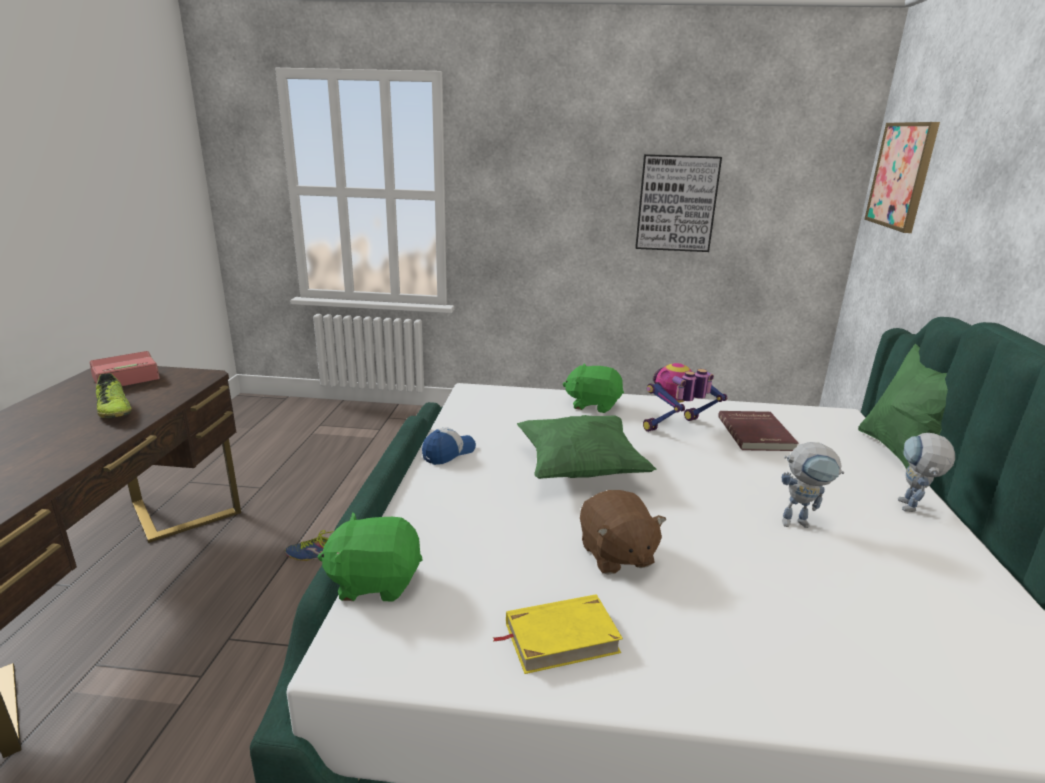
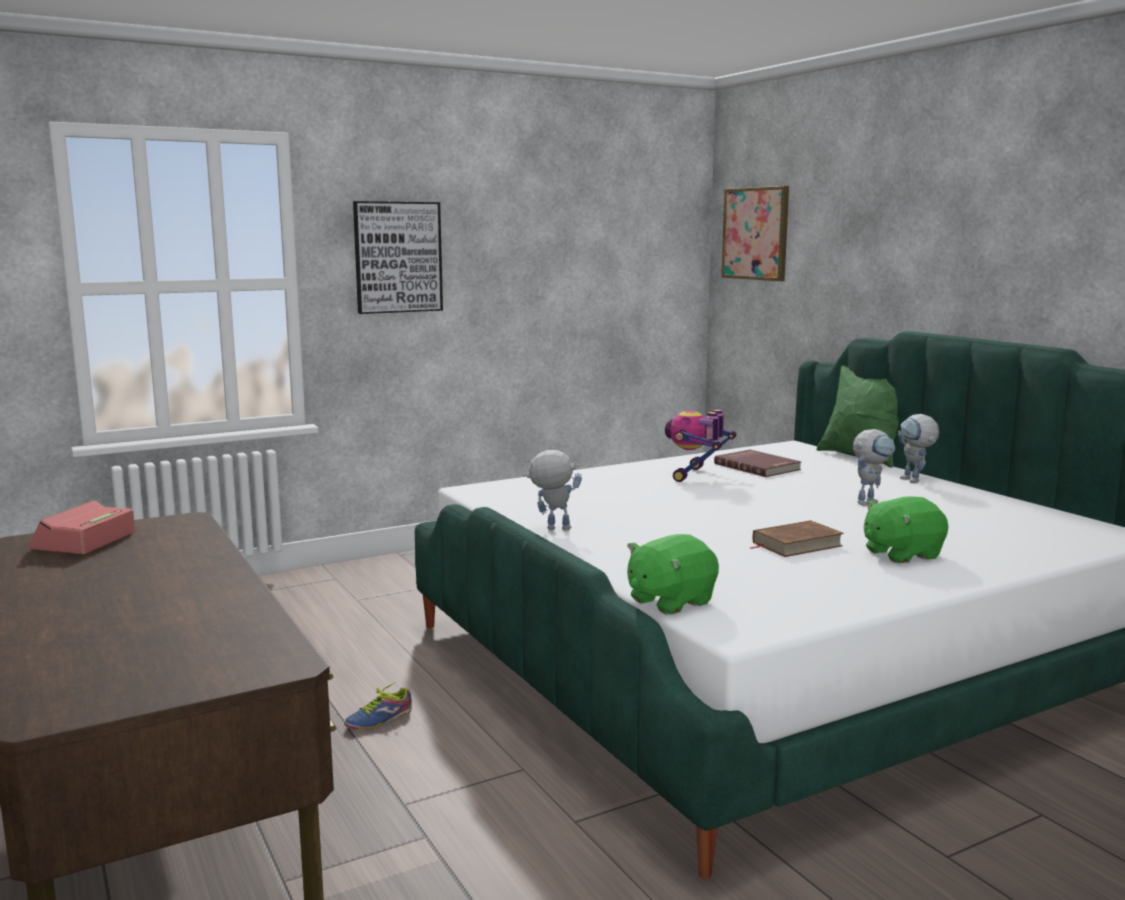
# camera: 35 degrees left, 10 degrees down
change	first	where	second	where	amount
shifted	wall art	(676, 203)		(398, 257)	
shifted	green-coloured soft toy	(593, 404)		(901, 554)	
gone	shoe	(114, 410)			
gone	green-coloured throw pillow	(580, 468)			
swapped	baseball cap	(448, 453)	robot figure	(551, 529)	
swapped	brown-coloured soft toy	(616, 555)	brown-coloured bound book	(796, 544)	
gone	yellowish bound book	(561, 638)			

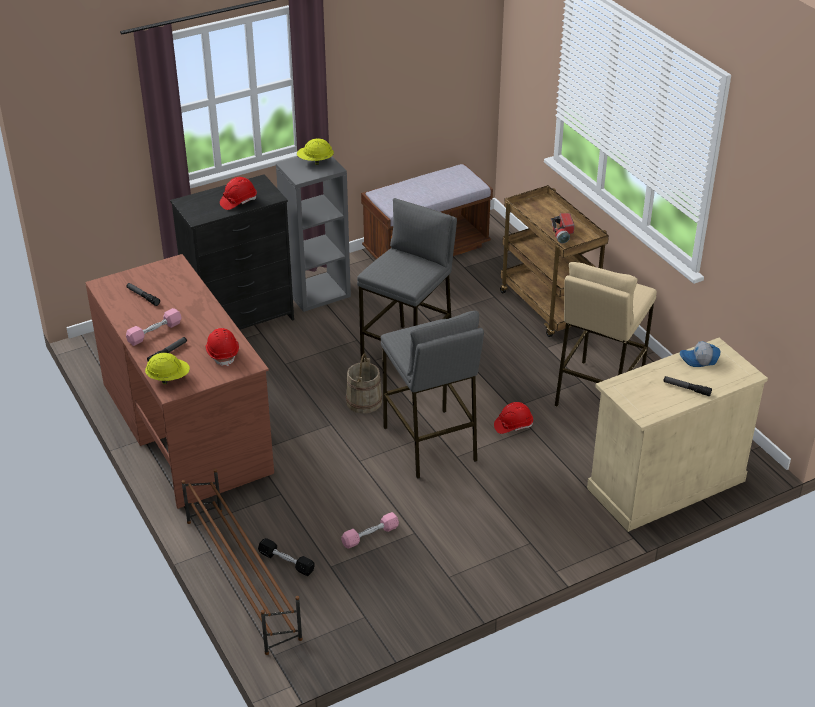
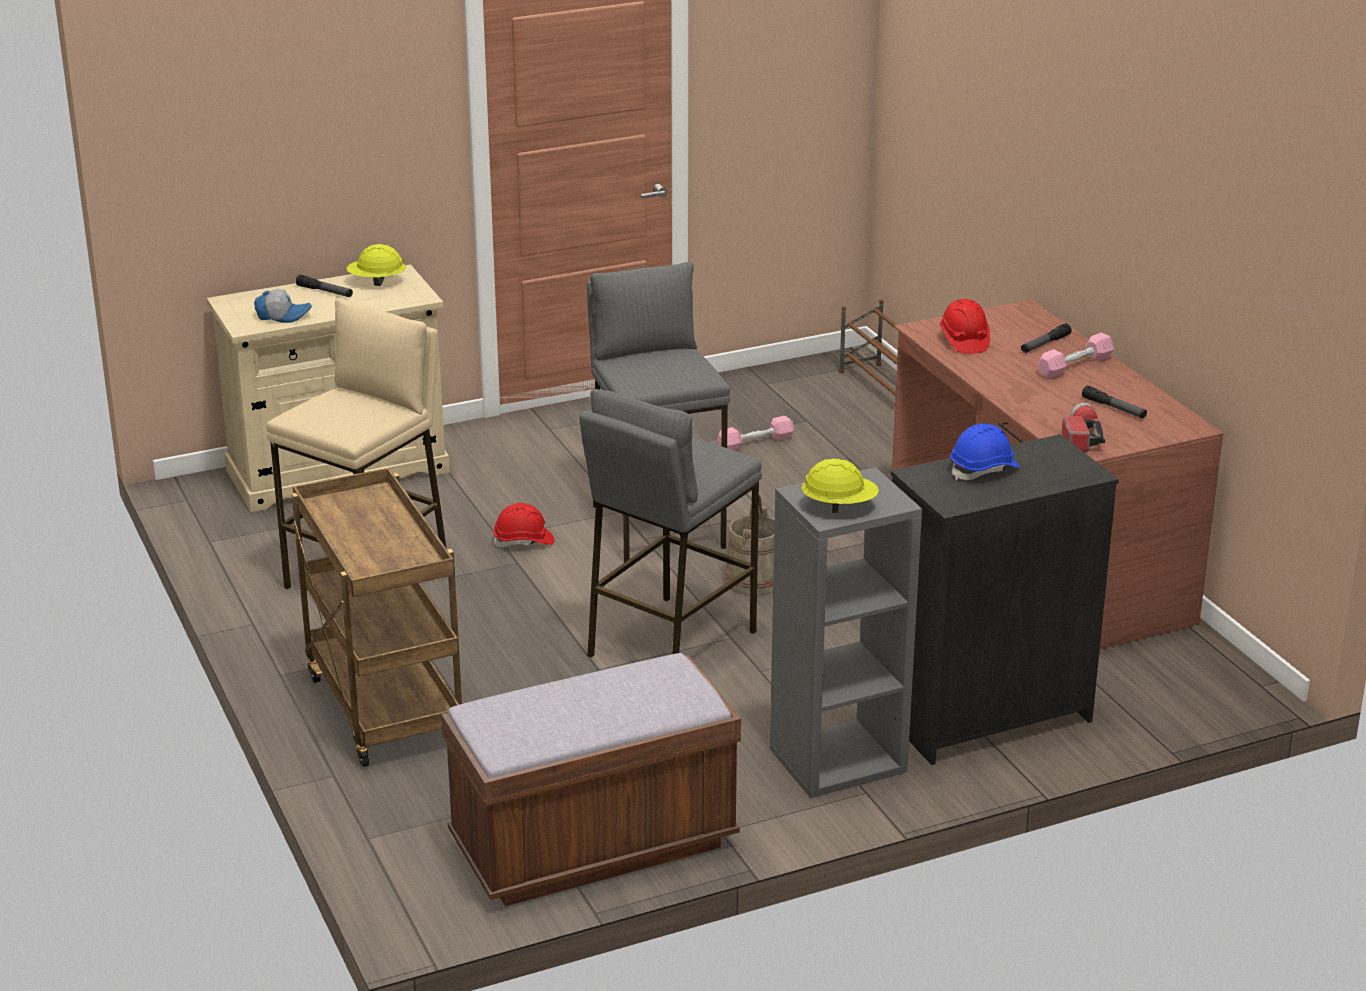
# camera: 175 degrees left, 10 degrees down
change	first	where	second	where	amount
repainted	reddish hard hat	(238, 201)	bluish hard hat	(984, 470)	
shifted	flashlight	(562, 233)		(1081, 438)	
shifted	yellowish hard hat	(168, 378)		(377, 282)	
gone	black hand weight	(286, 562)			

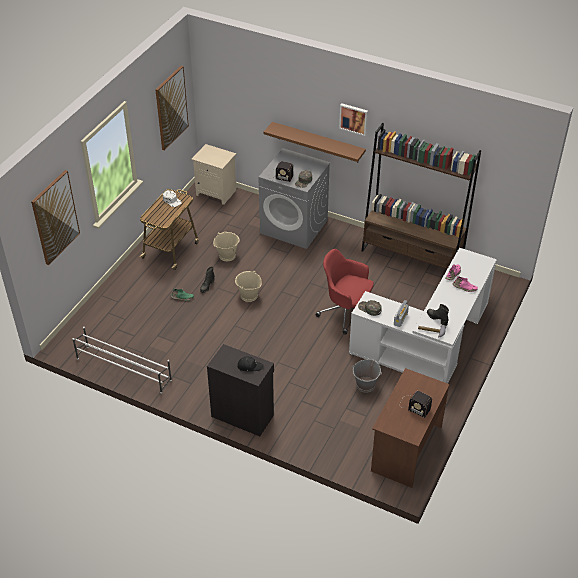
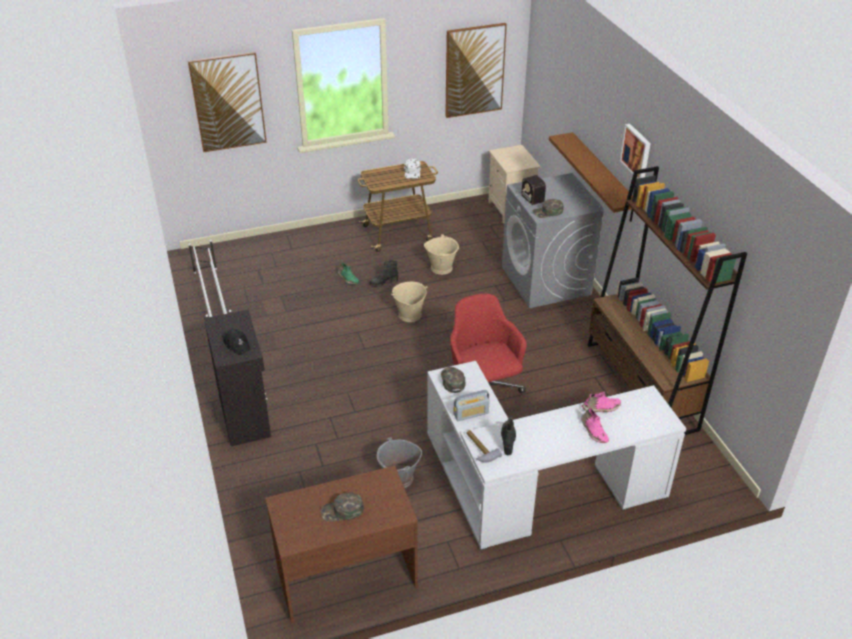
# camera: 45 degrees right, 5 degrees down
change	first	where	second	where	amount
swapped	radio receiver	(413, 405)	green-coloured baseball cap	(342, 511)	

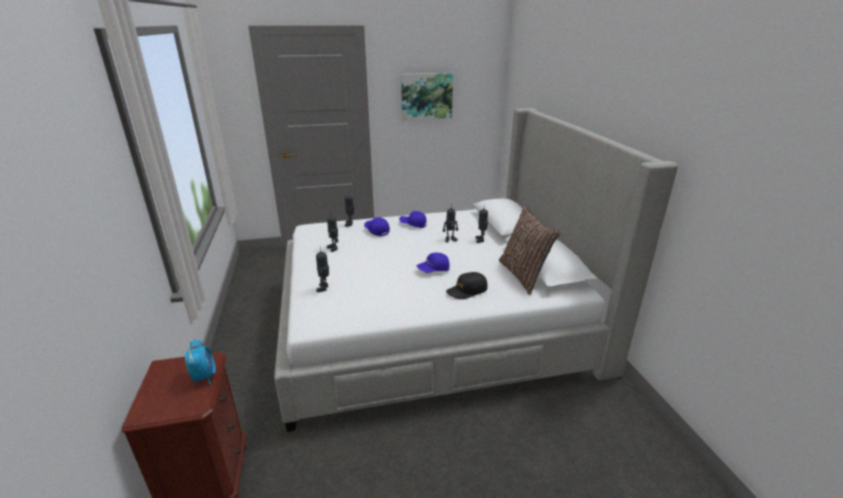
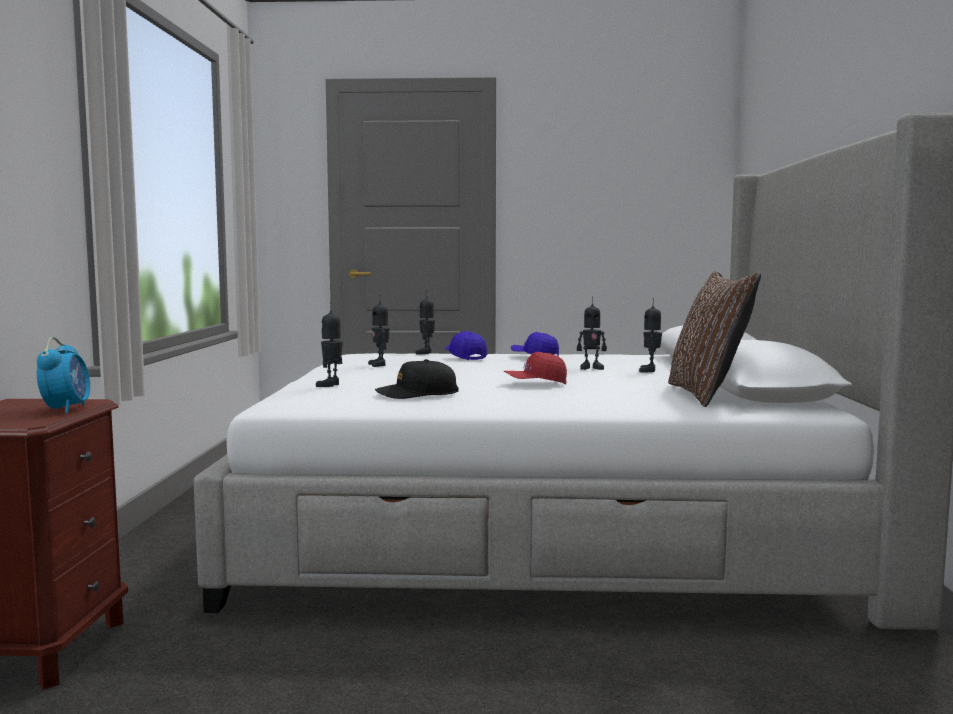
# camera: 15 degrees right, 20 degrees down
change	first	where	second	where	amount
gone	wall art	(426, 96)			
repainted	bluish baseball cap	(433, 270)	reddish baseball cap	(536, 384)	
shifted	black baseball cap	(467, 291)		(417, 394)	

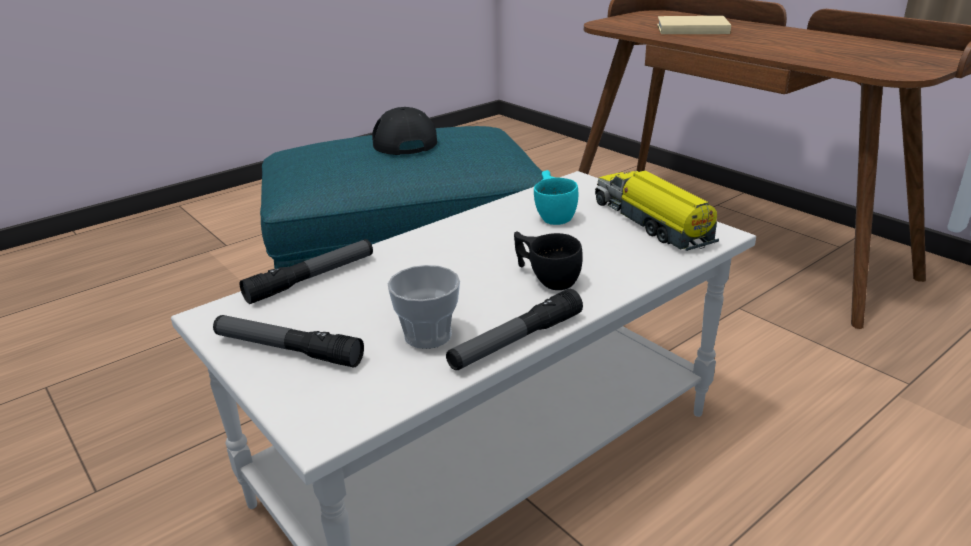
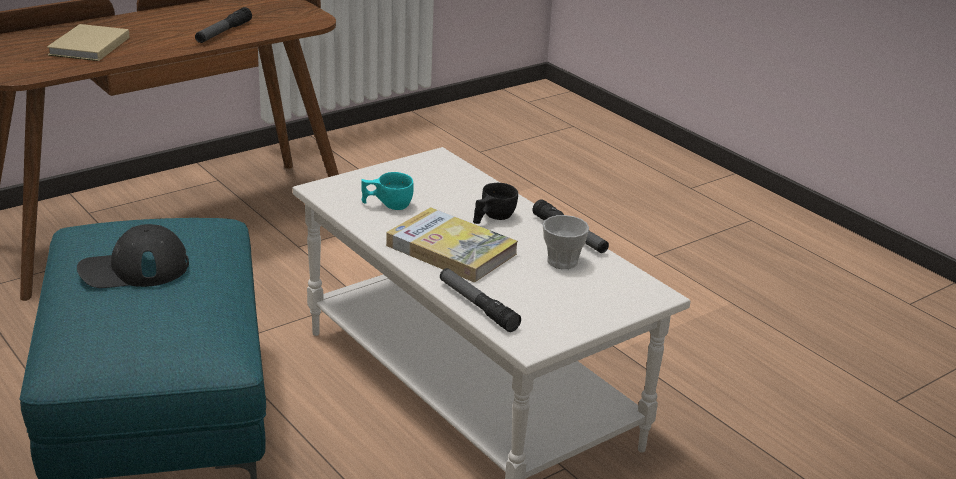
# camera: 90 degrees left, 0 degrees up
change	first	where	second	where	amount
gone	toy lorry	(652, 223)			
shifted	flashlight	(287, 350)		(223, 32)	
new			bound book	(451, 250)	

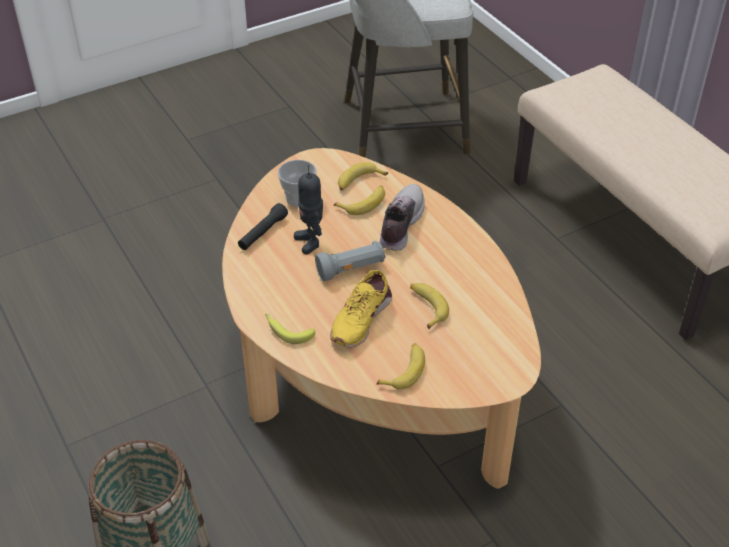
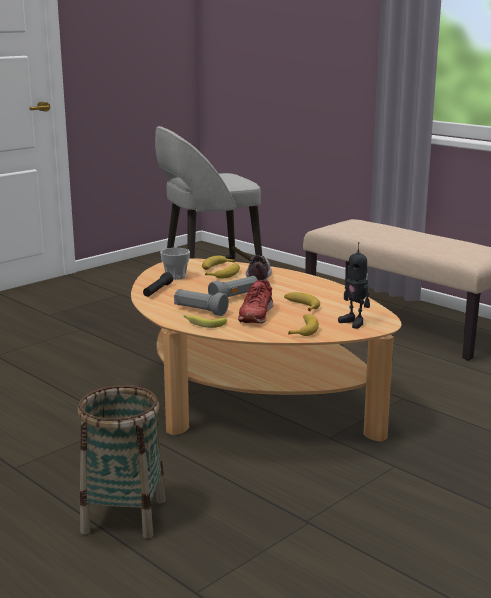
# camera: 15 degrees left, 25 degrees down
change	first	where	second	where	amount
shifted	robot figure	(310, 242)		(354, 322)	
repainted	yellowish shoe	(360, 319)	reddish shoe	(255, 314)	
new			greyish flashlight	(200, 311)	

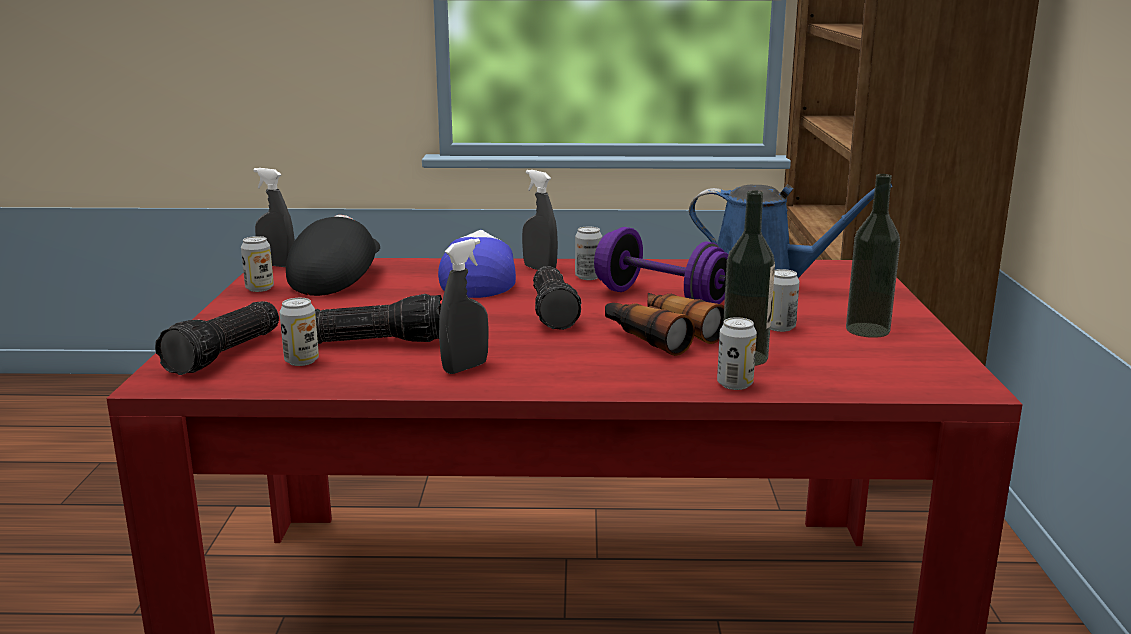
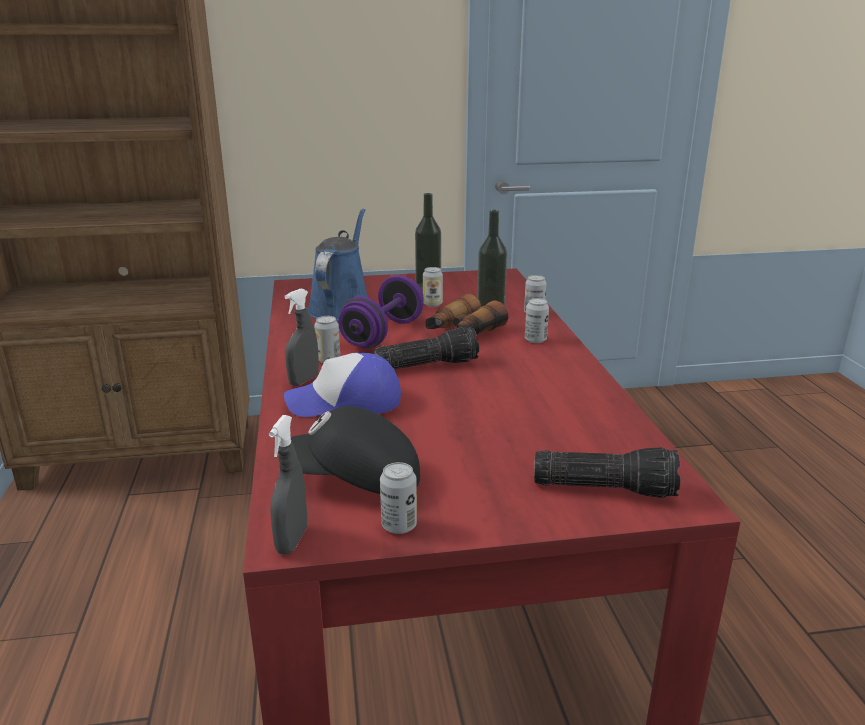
# camera: 100 degrees left, 5 degrees up
change	first	where	second	where	amount
gone	greyish hand sprayer	(465, 368)			
gone	flashlight	(378, 340)			
shifted	can	(301, 361)		(535, 340)	

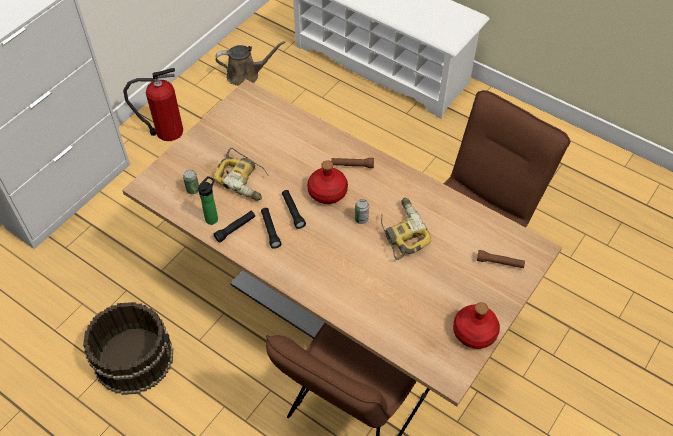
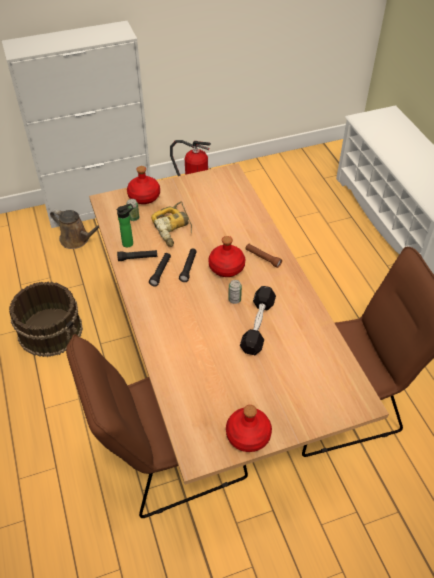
# camera: 35 degrees right, 5 degrees down
change	first	where	second	where	amount
shifted	brown-coloured watering can	(246, 75)		(77, 239)	
swapped	power drill	(402, 232)	black hand weight	(258, 326)	
gone	brown-coloured flashlight	(500, 263)			
new			reddish bottle	(144, 197)	

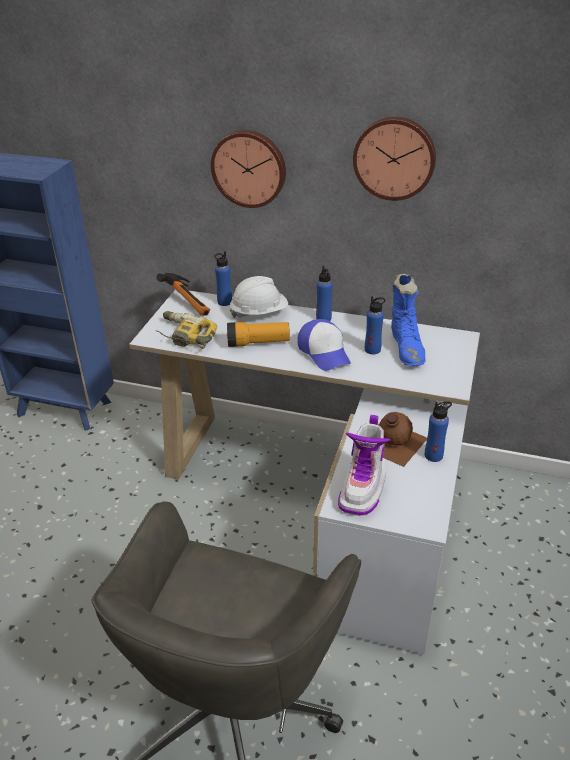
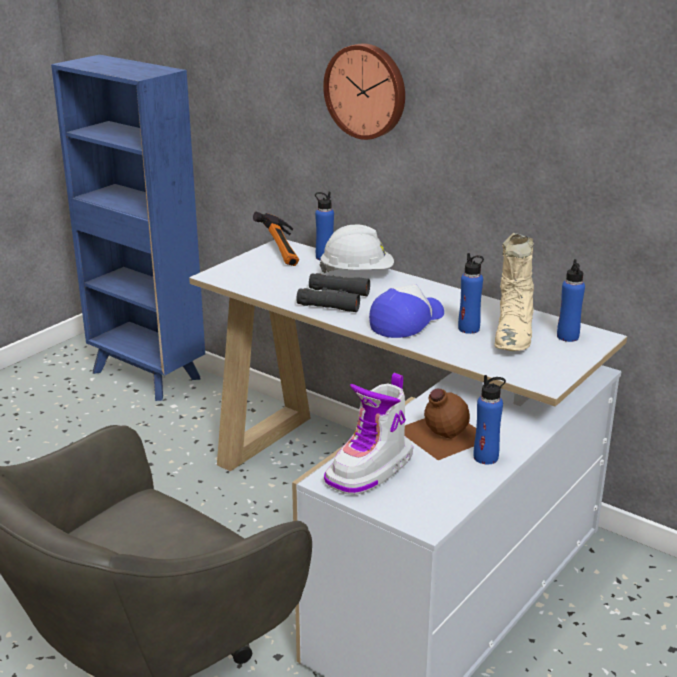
# camera: 20 degrees right, 10 degrees down
change	first	where	second	where	amount
gone	clock on the wall	(394, 158)			
shifted	bluish bottle	(323, 318)		(567, 337)	
repainted	bluish tall boot	(407, 348)	beige tall boot	(514, 335)	
gone	power drill	(184, 336)			
rotated	baseball cap	(324, 352)		(406, 321)	135 degrees counterclockwise
swapped	flashlight	(258, 343)	black binoculars	(333, 300)	

